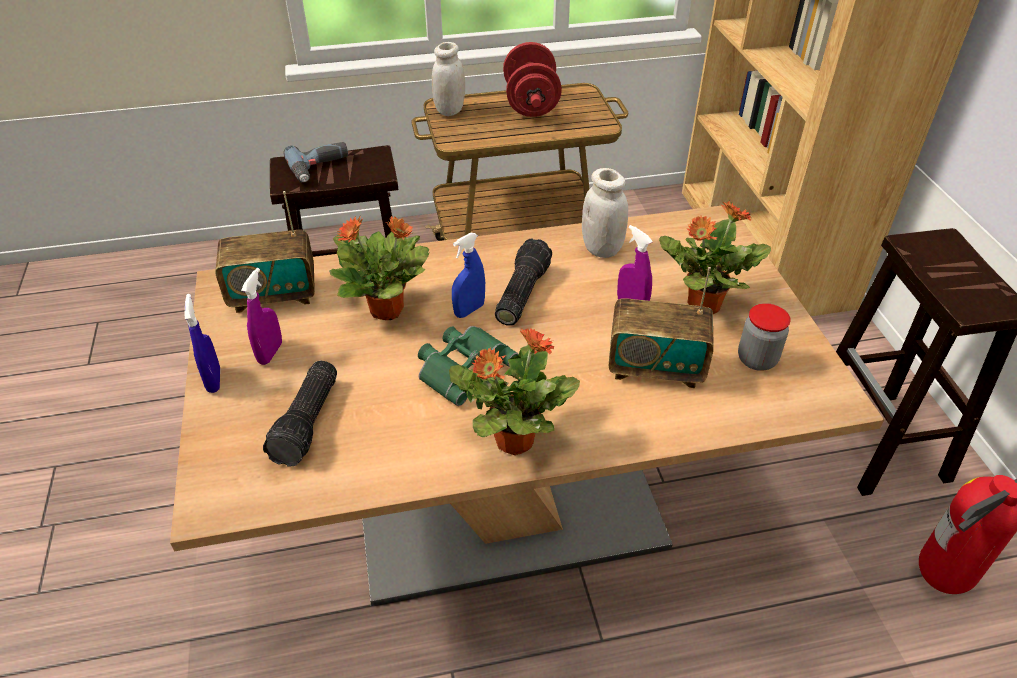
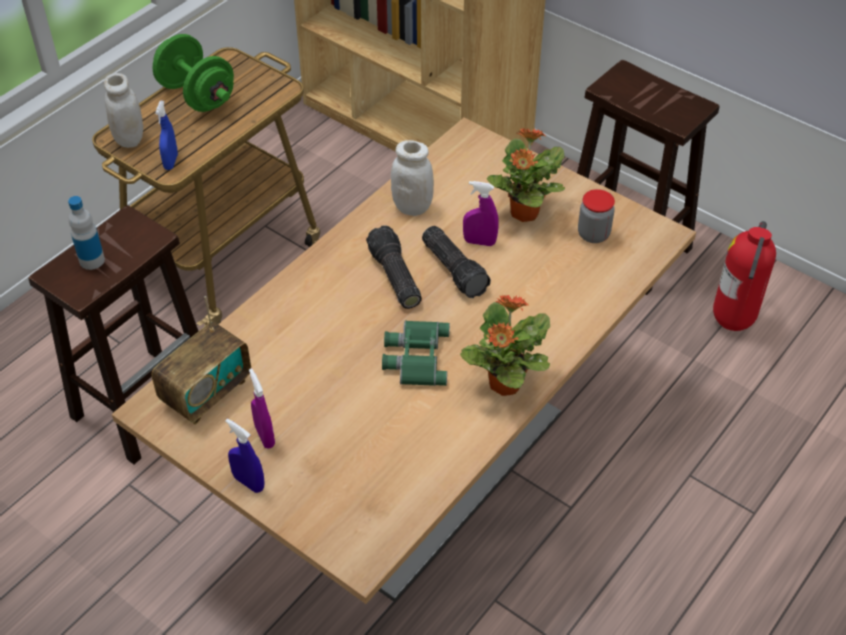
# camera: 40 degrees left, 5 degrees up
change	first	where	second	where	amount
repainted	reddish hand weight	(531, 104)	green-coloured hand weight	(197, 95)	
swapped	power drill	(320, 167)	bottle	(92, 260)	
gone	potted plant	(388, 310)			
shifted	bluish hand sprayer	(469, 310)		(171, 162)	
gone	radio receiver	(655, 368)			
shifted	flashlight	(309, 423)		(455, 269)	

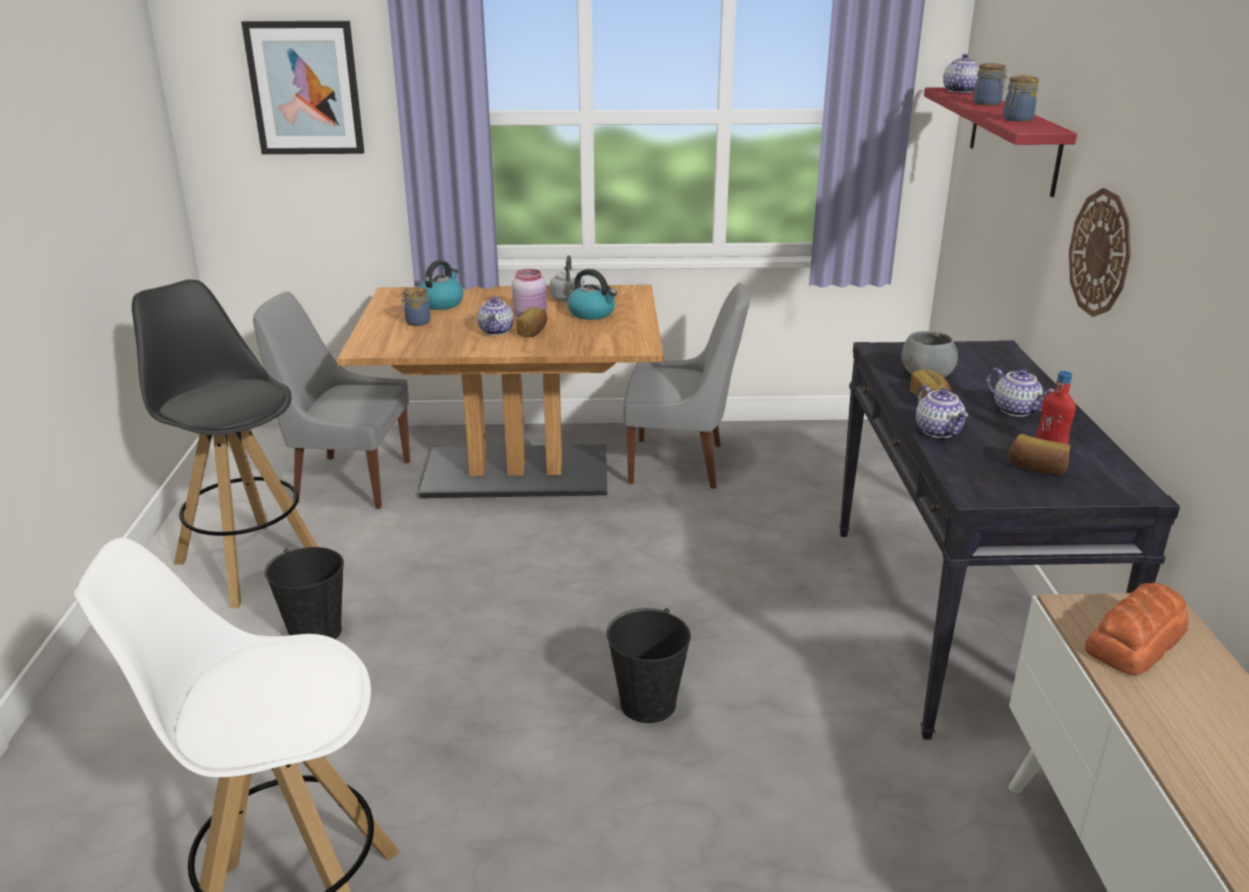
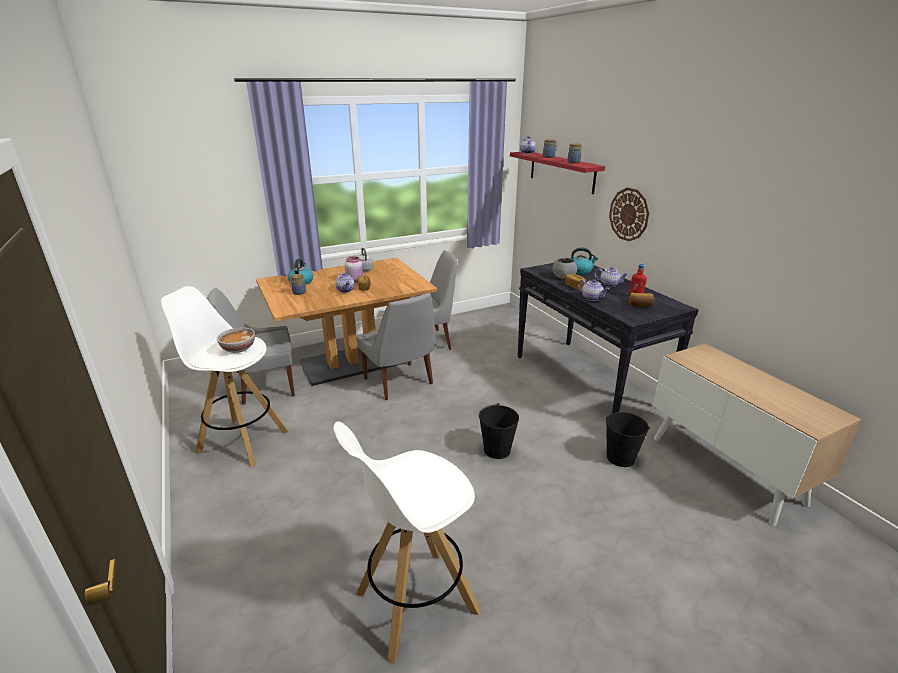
# camera: 25 degrees left, 0 degrees up
change	first	where	second	where	amount
gone	wall art	(305, 88)			
shifted	water kettle	(592, 313)		(580, 270)	
repainted	black sitting stool	(249, 562)	white sitting stool	(242, 441)	
shifted	black pail	(316, 632)		(620, 457)	
gone	bakery bread	(1137, 641)			
new			greyish chair	(399, 382)	
new			deep dish	(238, 348)	

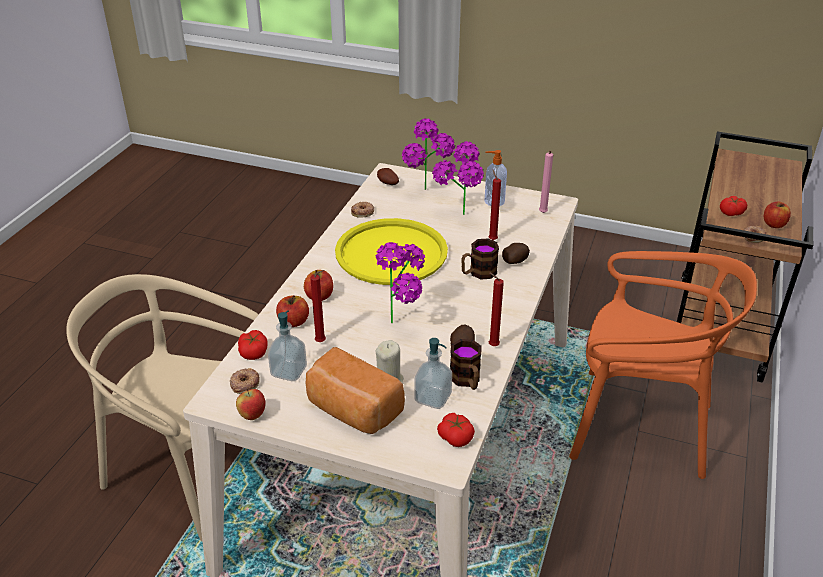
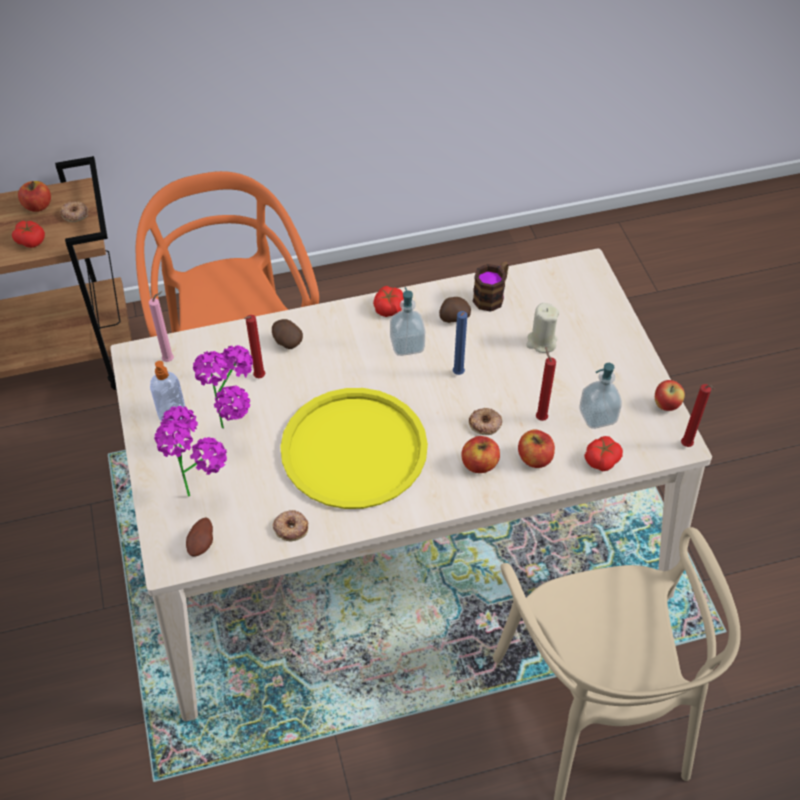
# camera: 125 degrees left, 15 degrees up
change	first	where	second	where	amount
gone	mug	(478, 273)			
swapped	potted plant	(404, 322)	bluish candle	(457, 374)	
shifted	reddish candle	(491, 345)		(687, 446)	
shifted	liquid soap bottle	(432, 398)		(407, 345)	
gone	bakery bread	(352, 411)			
shifted	ring doughnut	(244, 383)		(485, 424)	
shifted	fresh tomato	(455, 437)		(388, 308)	

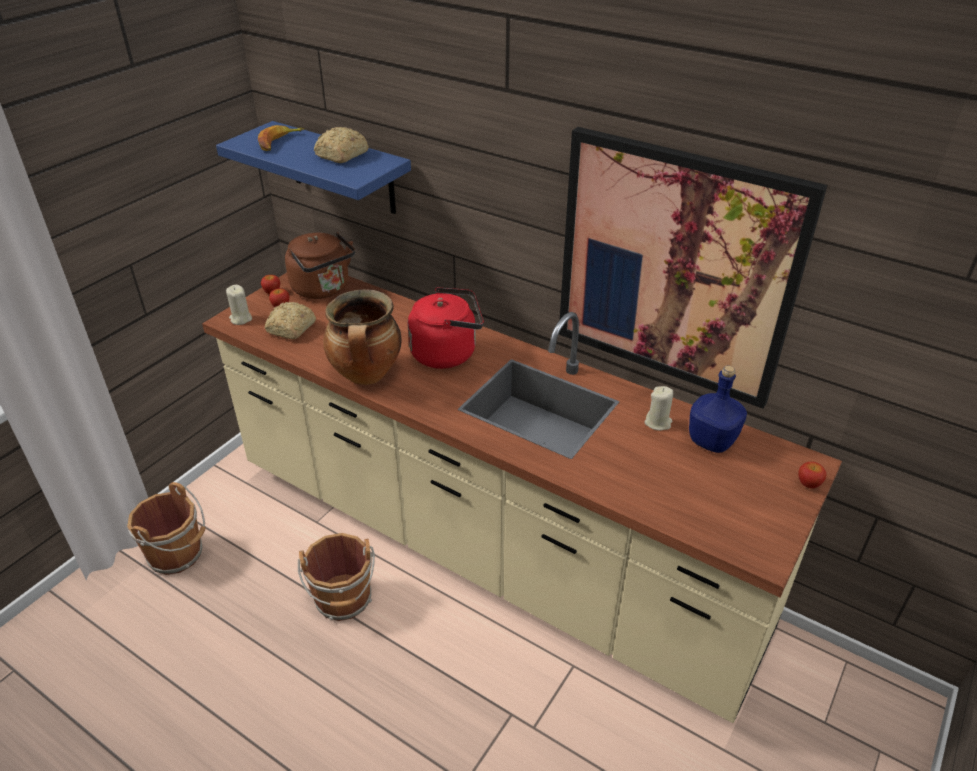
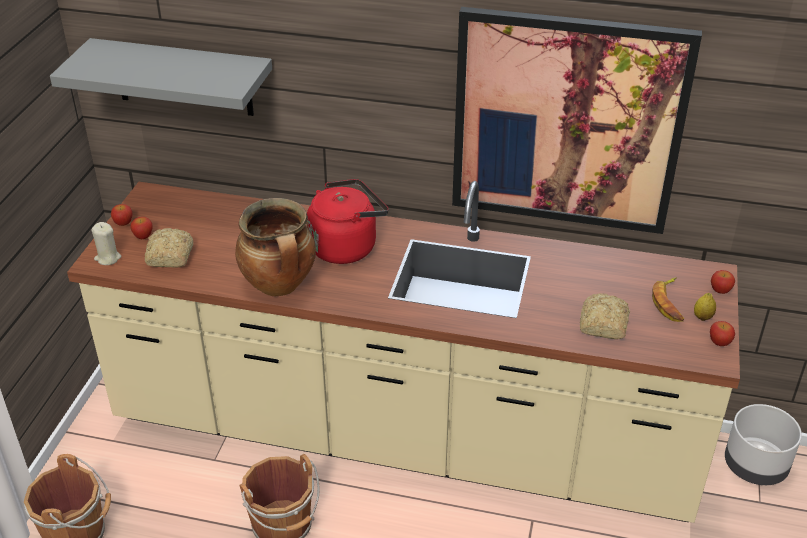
# camera: 20 degrees left, 0 degrees up
change	first	where	second	where	amount
repainted	bluish bracket shelf	(341, 168)	greyish bracket shelf	(183, 77)	
shifted	whole banana	(279, 142)		(669, 303)	
shifted	bakery bread	(340, 155)		(602, 325)	
gone	brown-coloured water kettle	(323, 289)			
gone	bluish bottle	(711, 441)			
gone	beige candle	(658, 422)			
new			citrus fruit	(702, 317)	
new			whole apple	(719, 342)	
new			greyish plant pot	(755, 467)	

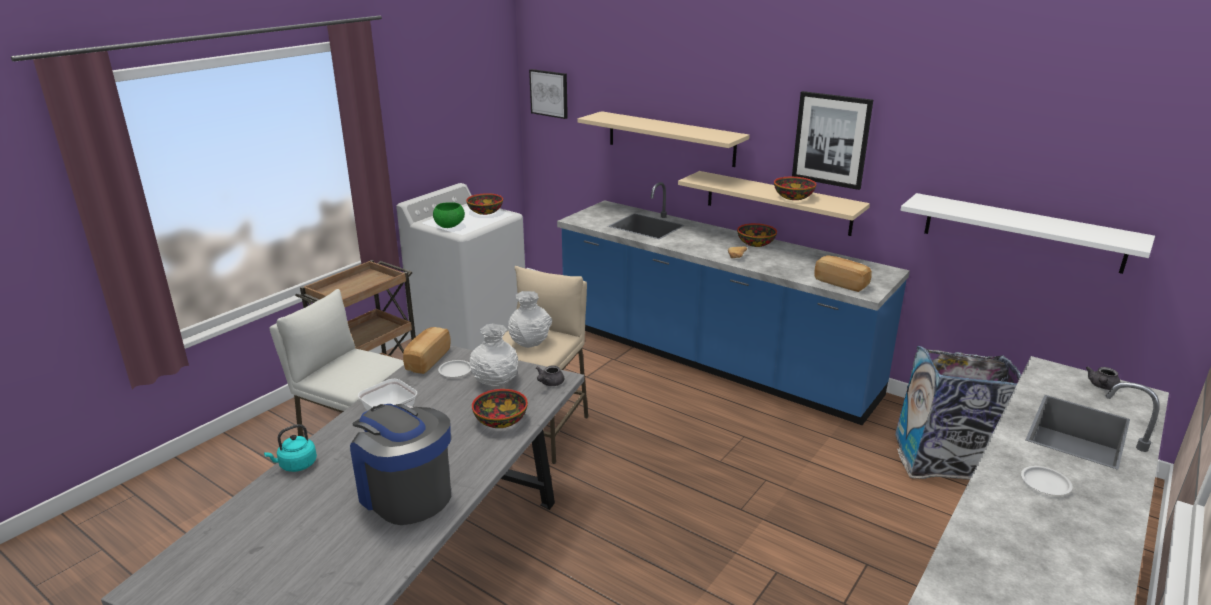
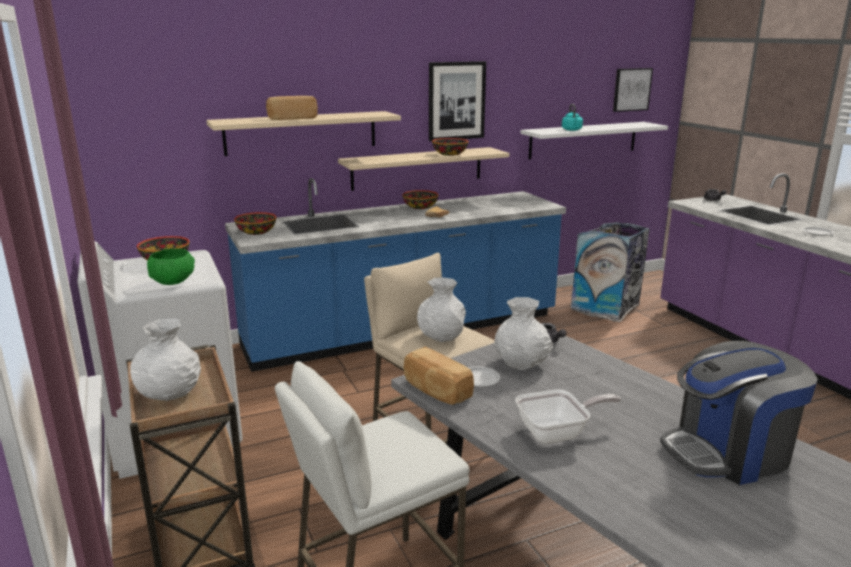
# camera: 60 degrees left, 5 degrees down
change	first	where	second	where	amount
shifted	wall art	(549, 93)		(631, 89)	
shifted	bakery bread	(841, 283)		(292, 118)	
shifted	deep dish	(500, 420)		(256, 232)	
shifted	turquoise water kettle	(296, 465)		(572, 130)	
new			white decorative vase	(169, 394)	

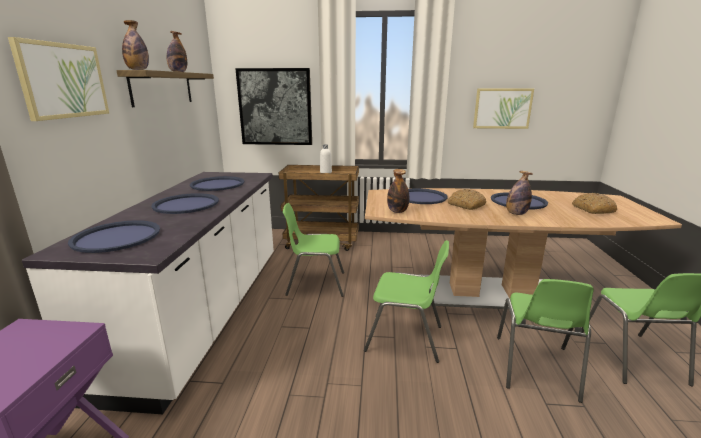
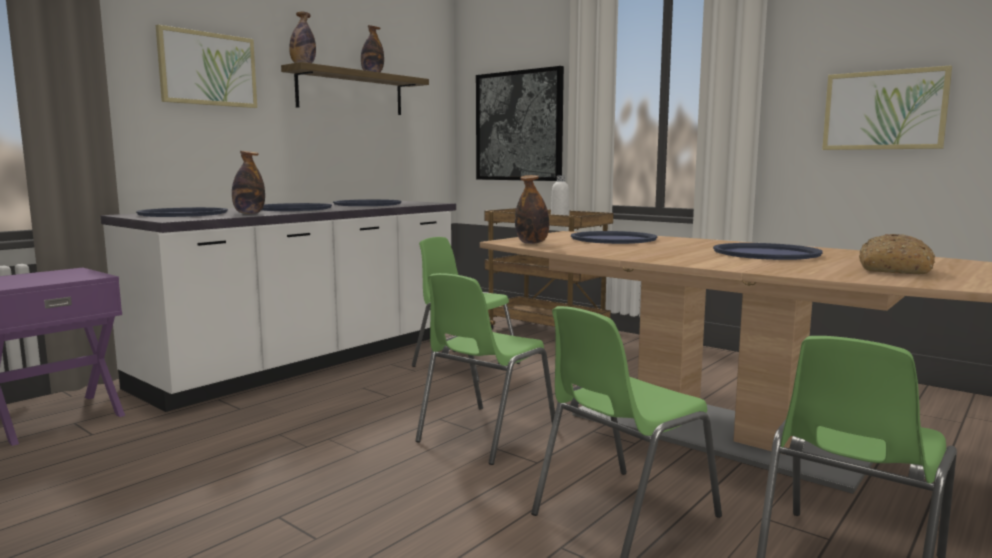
# camera: 35 degrees right, 10 degrees down
change	first	where	second	where	amount
shifted	bottle	(516, 214)		(249, 213)	
gone	bakery bread	(466, 205)			
rotated	green-coloured chair	(405, 338)		(484, 435)	75 degrees clockwise

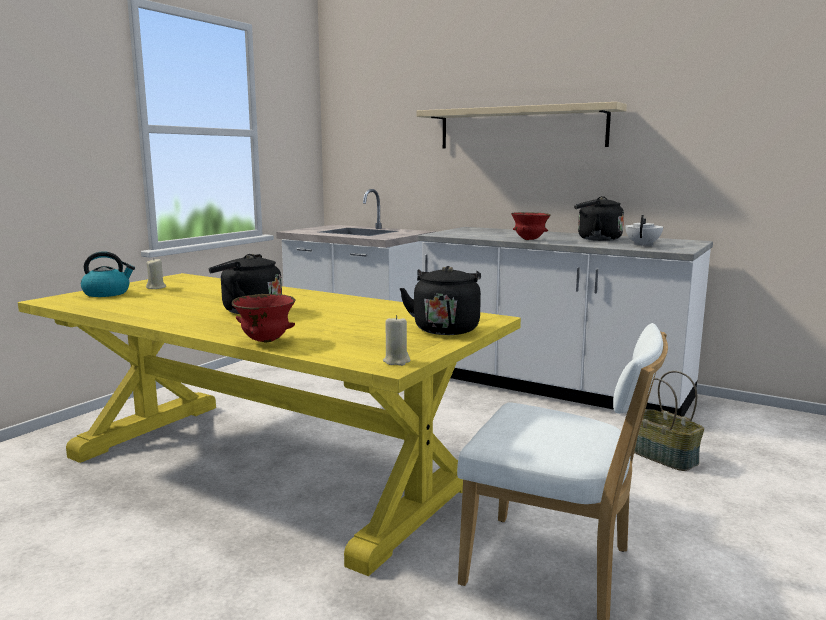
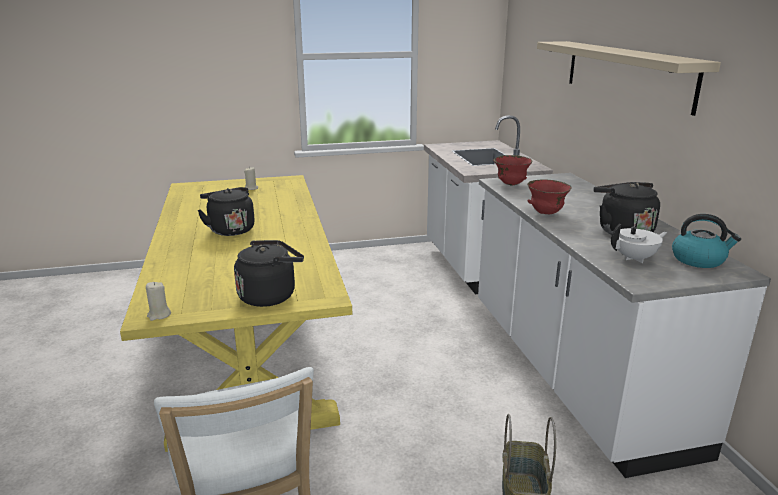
# camera: 45 degrees right, 10 degrees up
change	first	where	second	where	amount
shifted	water kettle	(107, 293)		(699, 260)	
shifted	reddish deep dish	(265, 341)		(510, 184)	

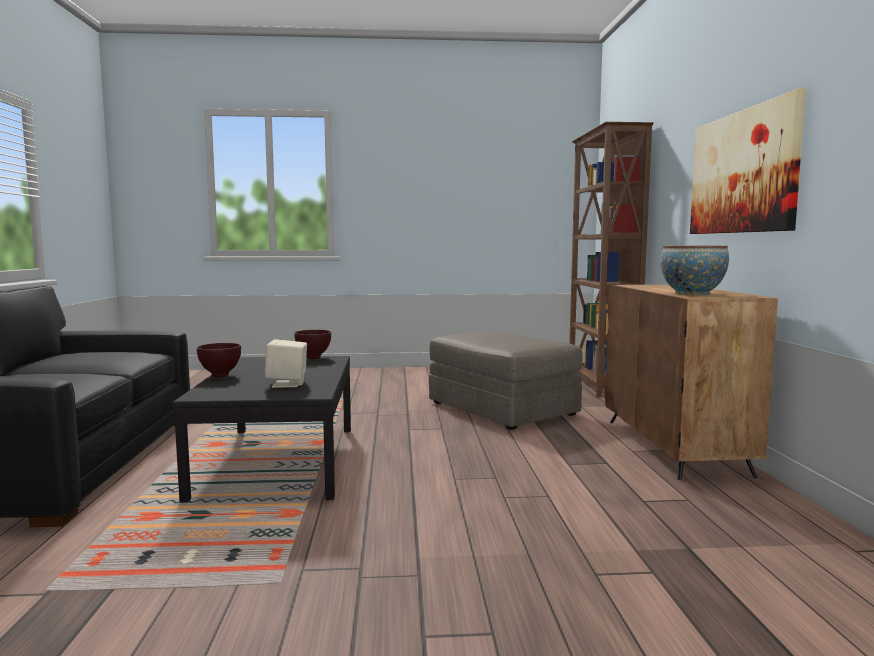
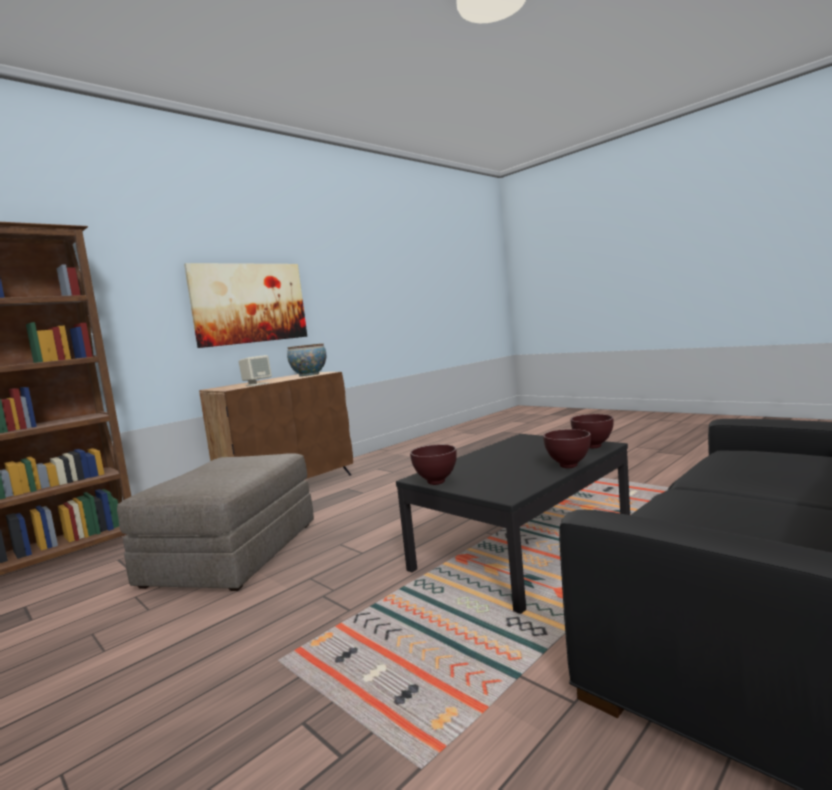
# camera: 130 degrees left, 0 degrees up
change	first	where	second	where	amount
shifted	beige audio speaker	(287, 384)		(257, 384)	
new			brown-coloured deep dish	(592, 447)	

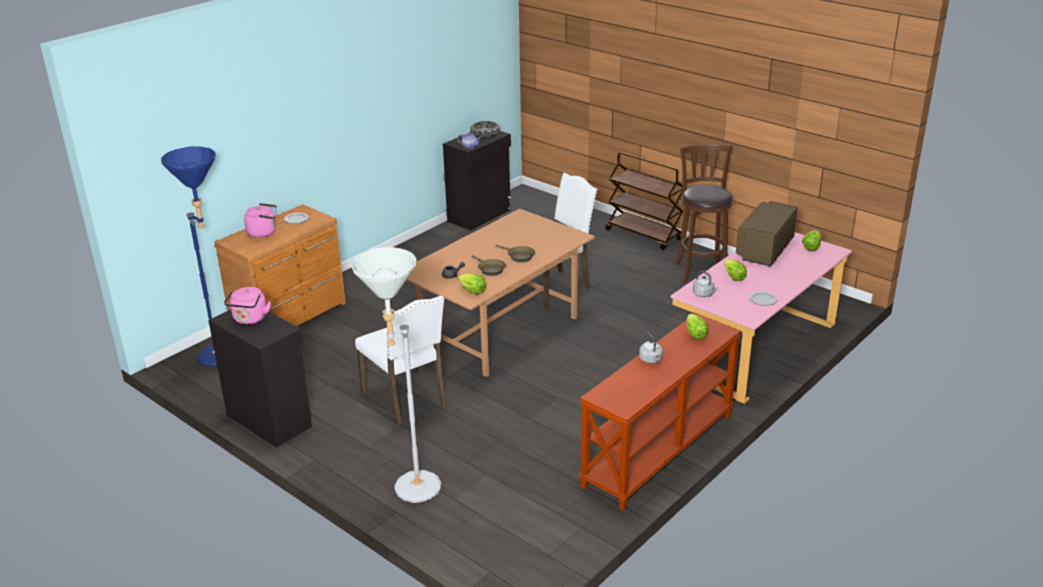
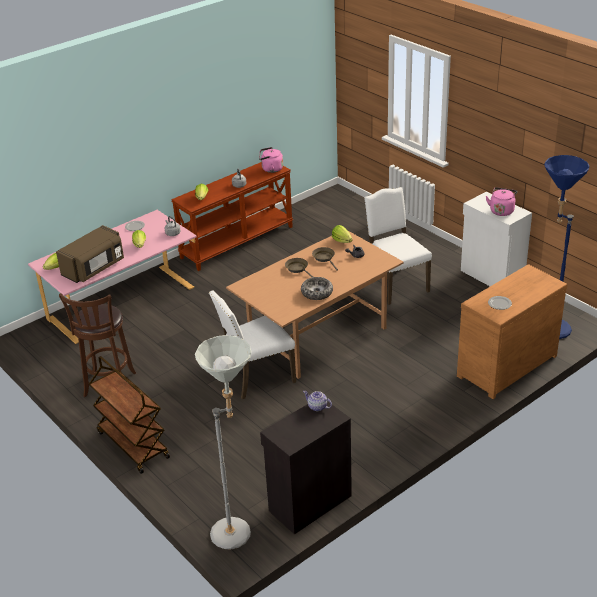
# camera: 170 degrees left, 5 degrees up
change	first	where	second	where	amount
shifted	deep dish	(485, 134)		(317, 292)	
shifted	pink water kettle	(264, 232)		(271, 169)	
shifted	greyish standing lamp	(408, 491)		(239, 531)	
repainted	black cabinet	(269, 419)	white cabinet	(491, 276)	

